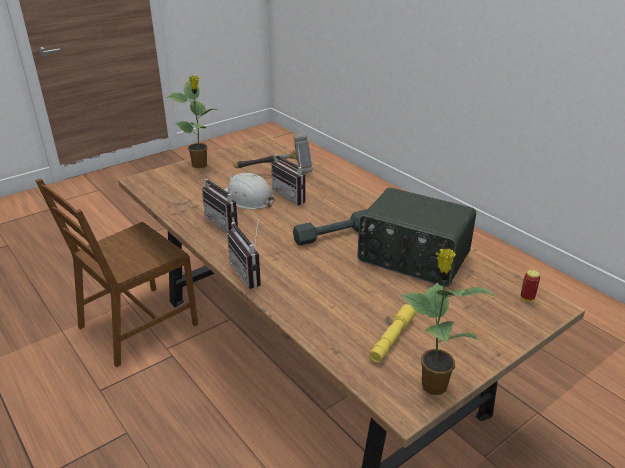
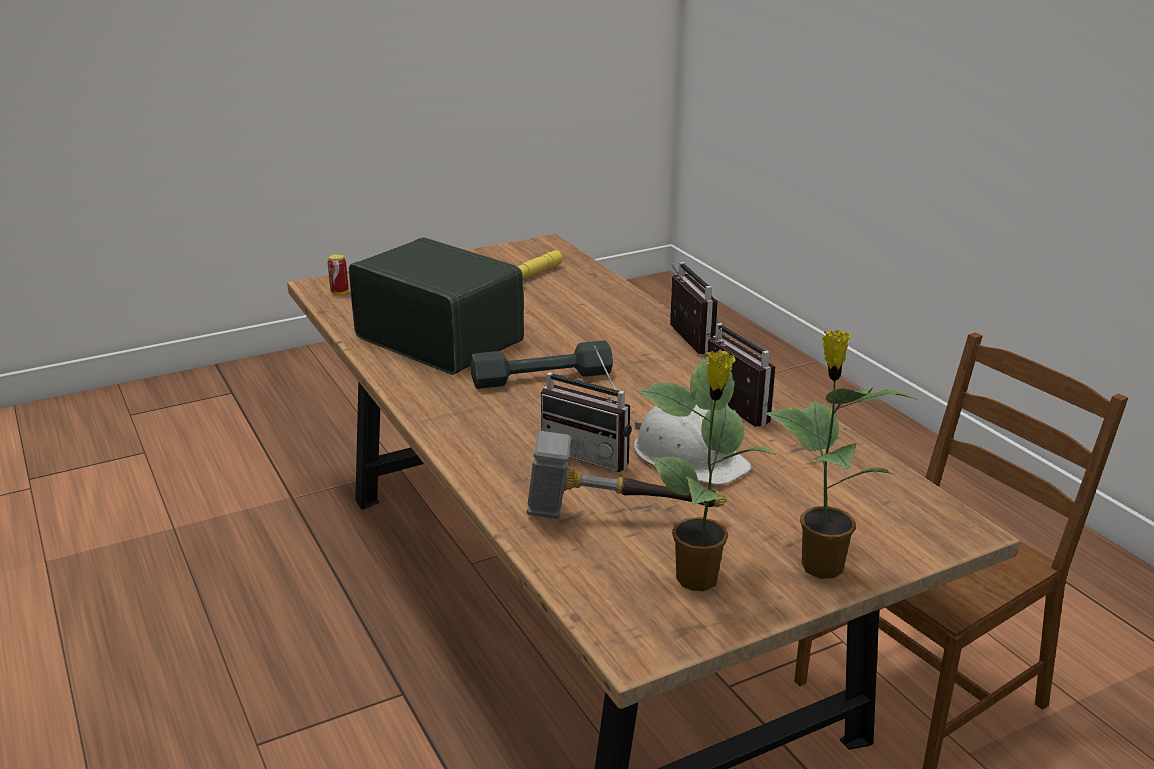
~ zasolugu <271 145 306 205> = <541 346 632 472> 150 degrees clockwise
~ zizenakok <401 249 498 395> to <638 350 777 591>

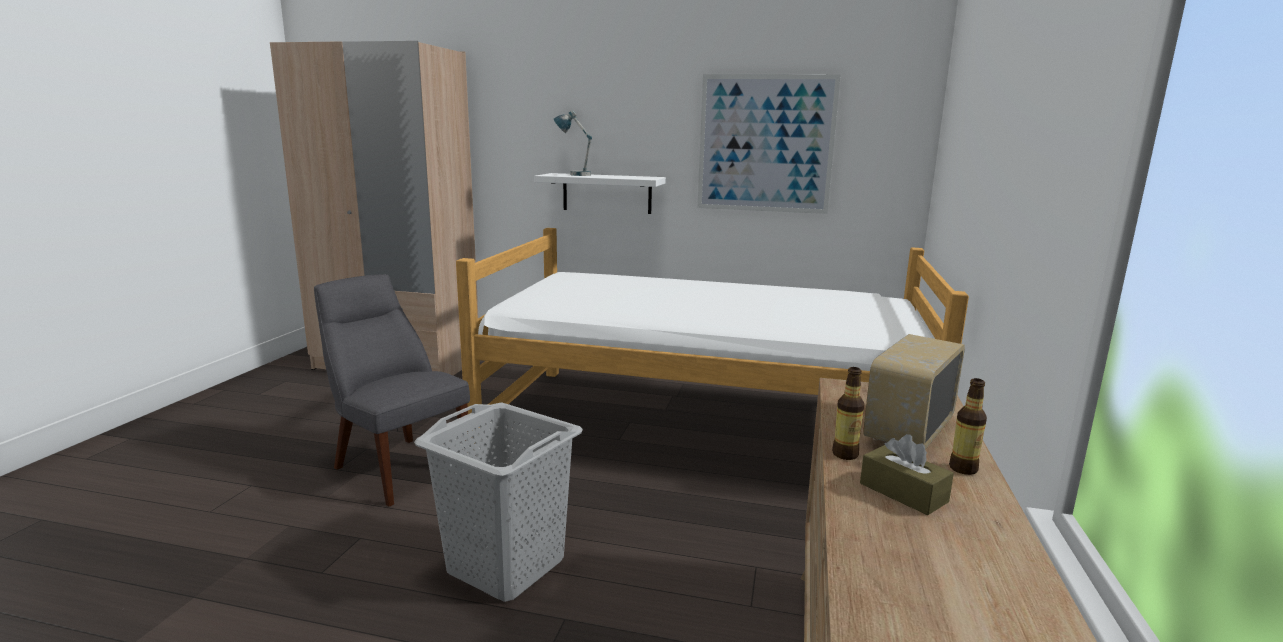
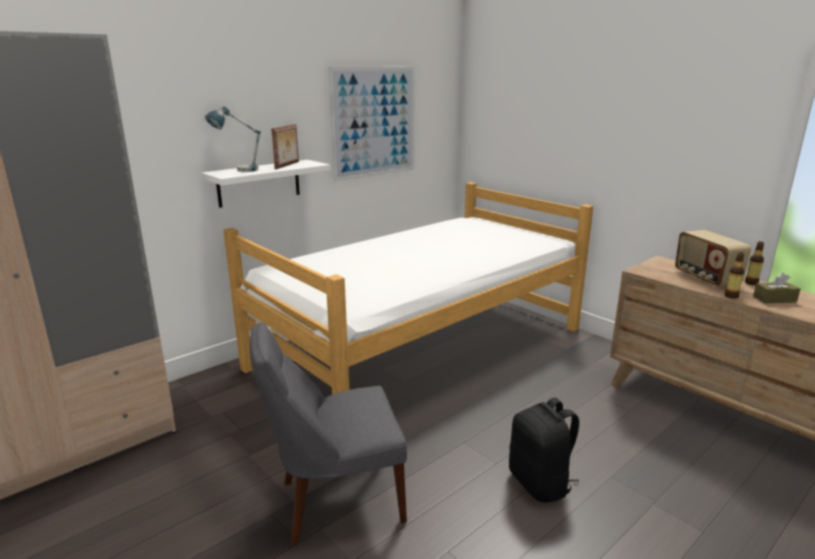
~ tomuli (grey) <414 402 583 602> to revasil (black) <509 398 579 503>
+ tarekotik <271 124 299 169>

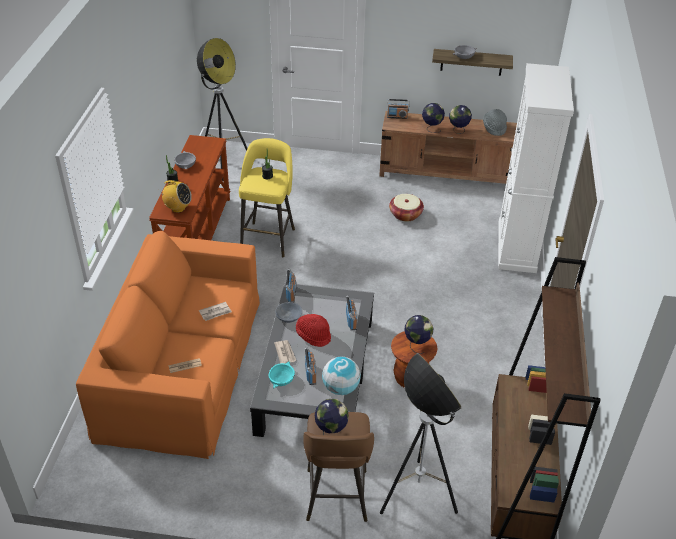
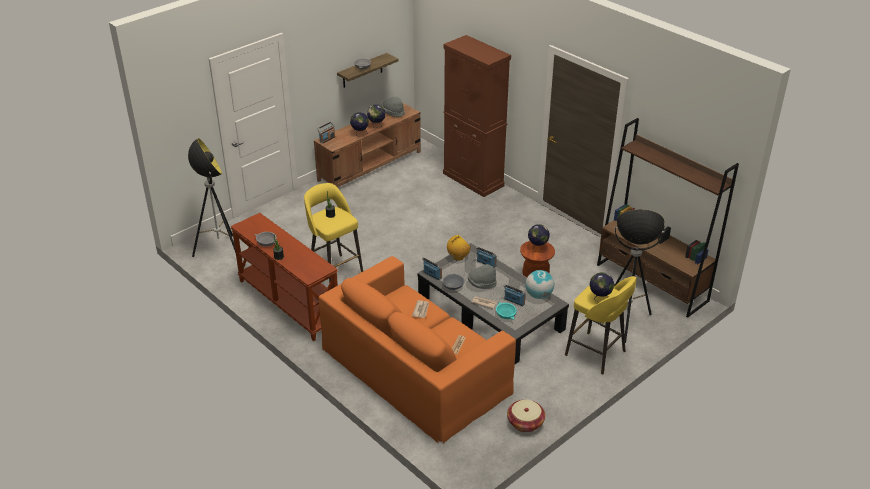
~ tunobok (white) <498 63 574 273> to tunobok (brown) <443 35 511 197>
~ zasolugu <159 180 192 213> to <447 235 471 261>
~ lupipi <389 194 424 222> to <507 400 545 432>
~ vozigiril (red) <296 314 331 347> to vozigiril (grey) <468 264 497 289>
~ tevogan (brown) <303 412 374 522> to tevogan (yellow) <565 276 636 375>

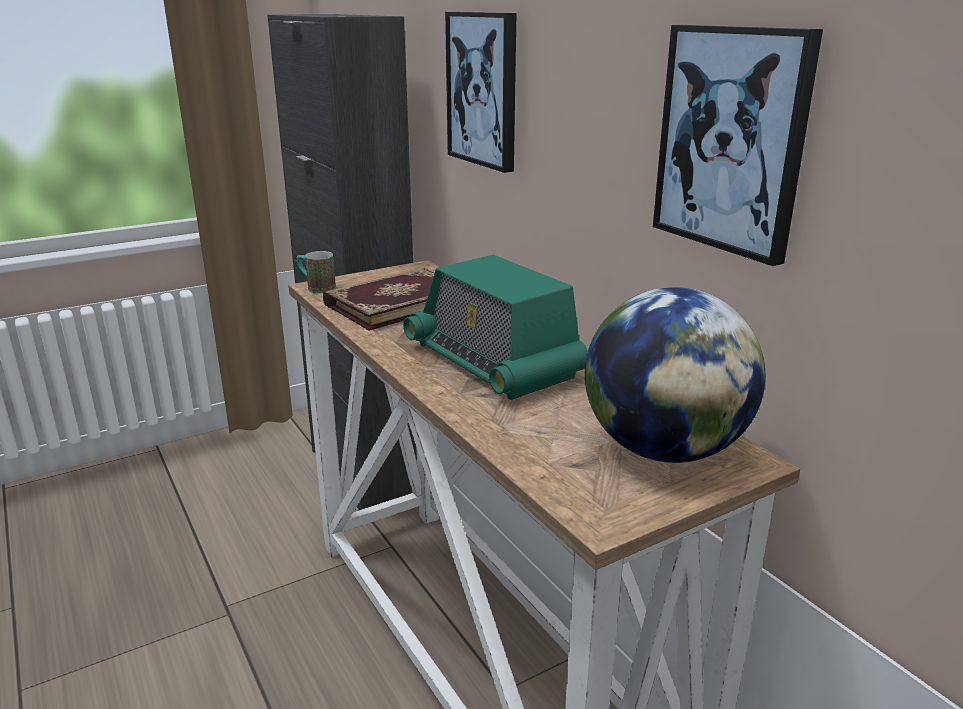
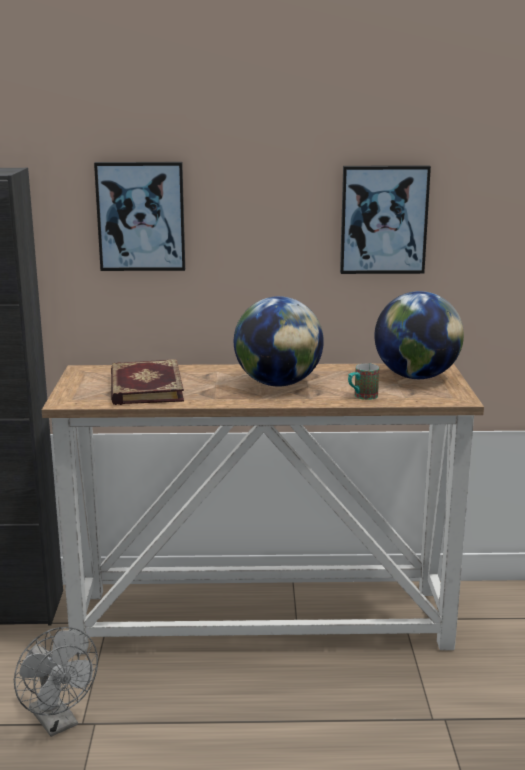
~ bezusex <297 251 336 293> to <348 363 379 400>
~ zasolugu <403 255 588 400> to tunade <234 296 324 387>
+ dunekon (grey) <14 627 98 737>

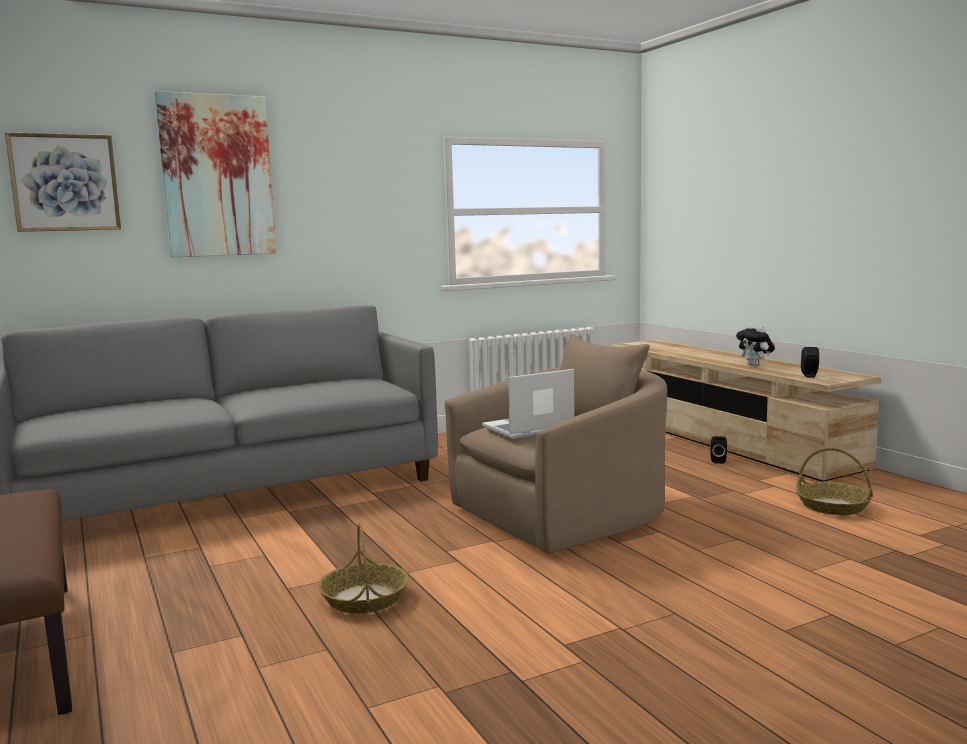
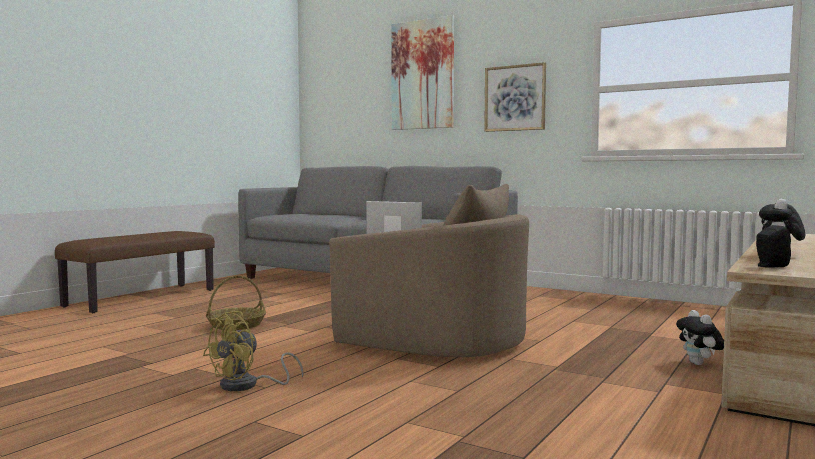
~ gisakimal <5 132 121 232> to <484 62 546 132>
~ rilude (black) <711 436 727 464> to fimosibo <676 310 724 365>
- lupipi <796 447 873 515>
+ dunekon (yellow) <203 311 304 391>

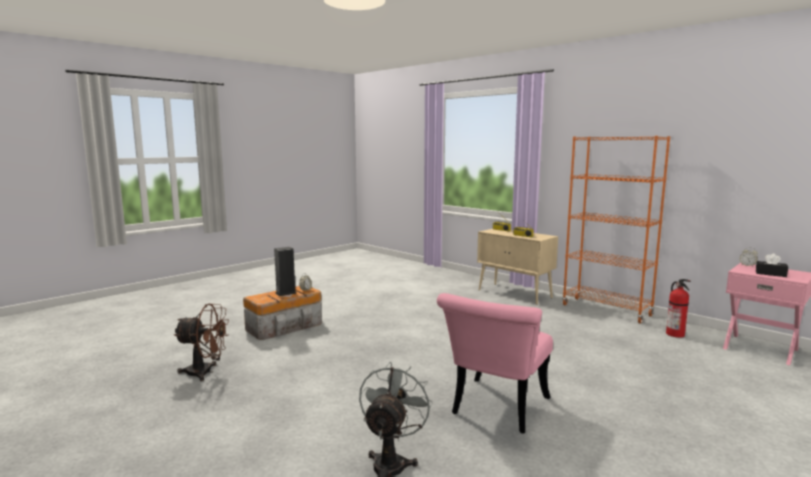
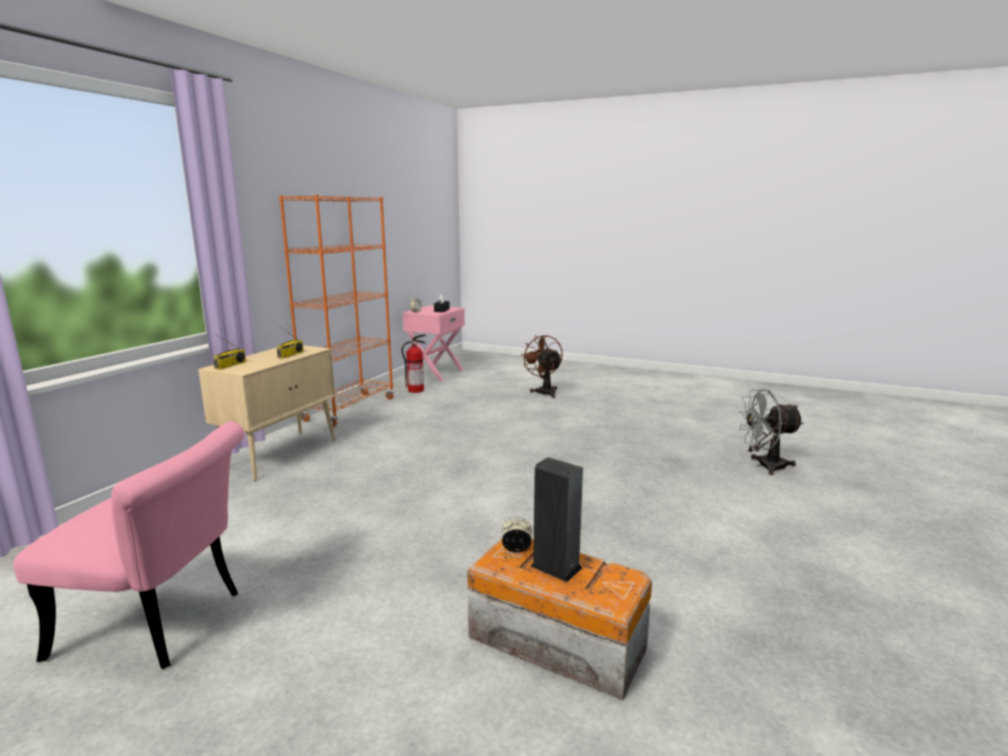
~ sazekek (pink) <437 293 553 433> to <13 422 244 669>
~ dunekon (brown) <174 304 229 381> to <521 335 563 398>

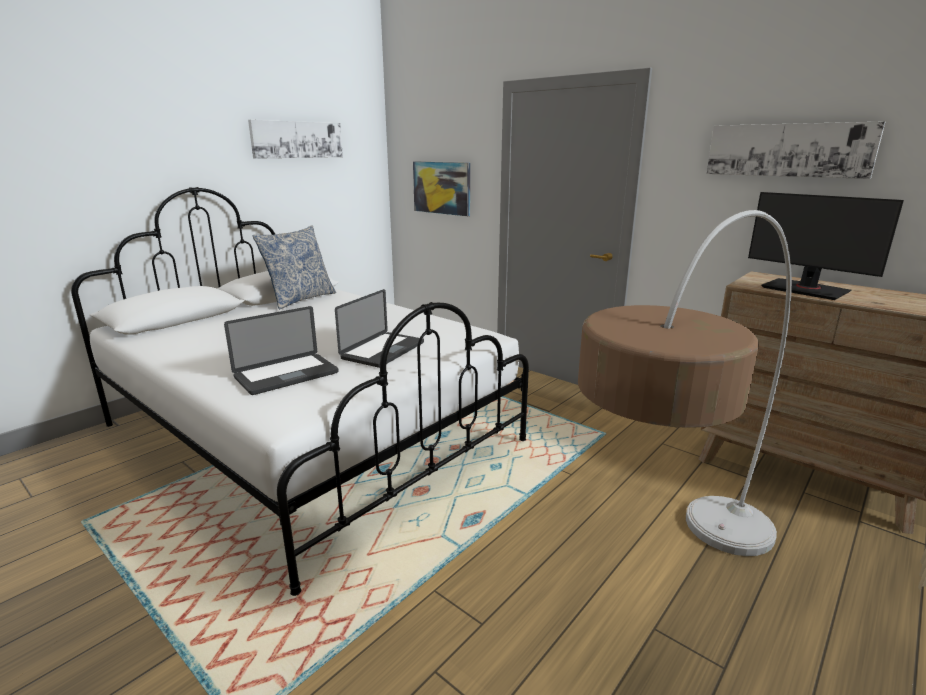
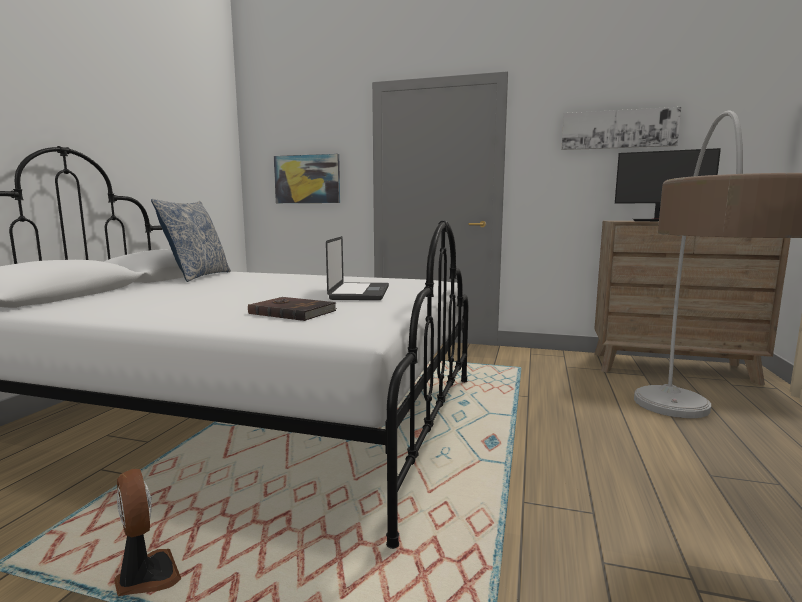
- gisakimal <248 120 343 159>
~ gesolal <224 306 339 395> to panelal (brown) <248 297 337 321>
+ dunekon <114 469 181 596>

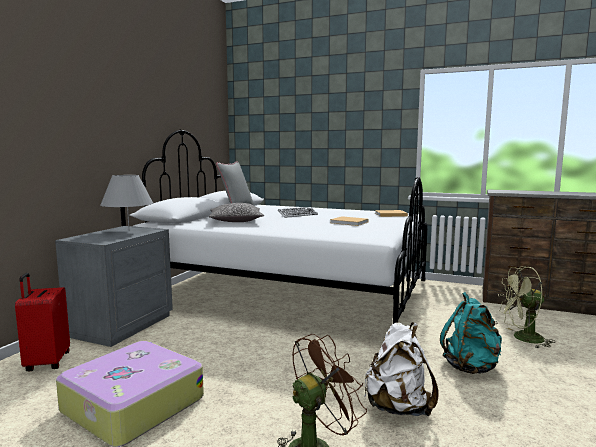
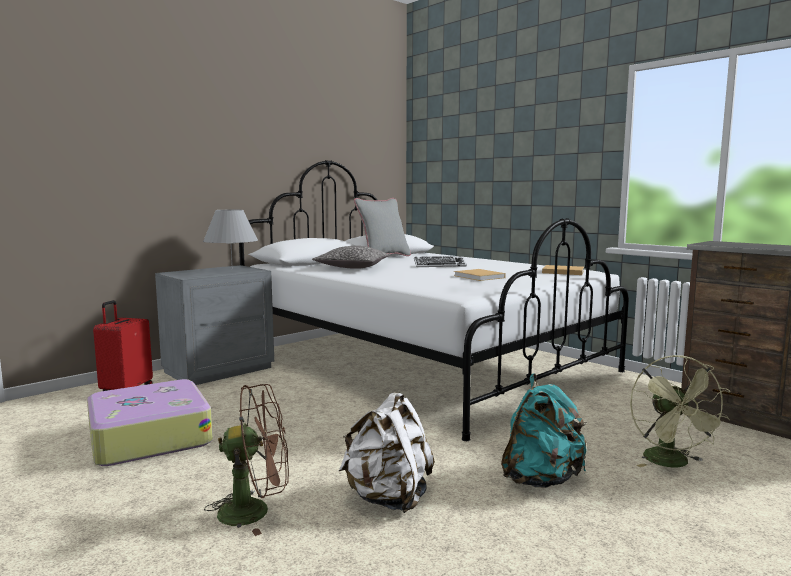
~ dunekon (green) <498 266 555 348> = <630 355 731 467> 120 degrees counterclockwise

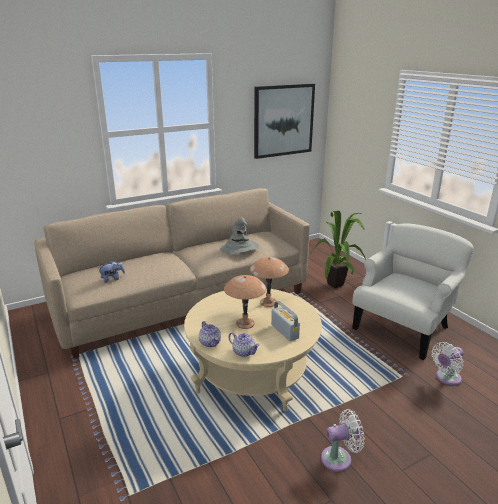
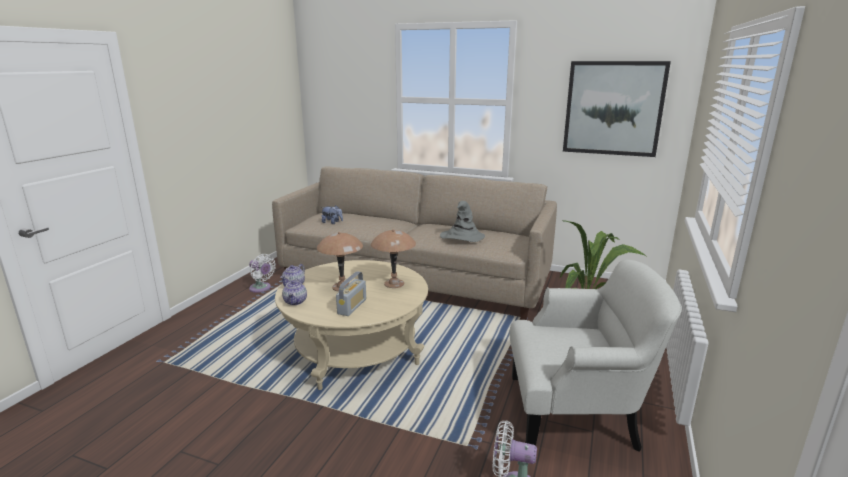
~ dunekon (white) <321 409 364 472> to <249 254 276 293>

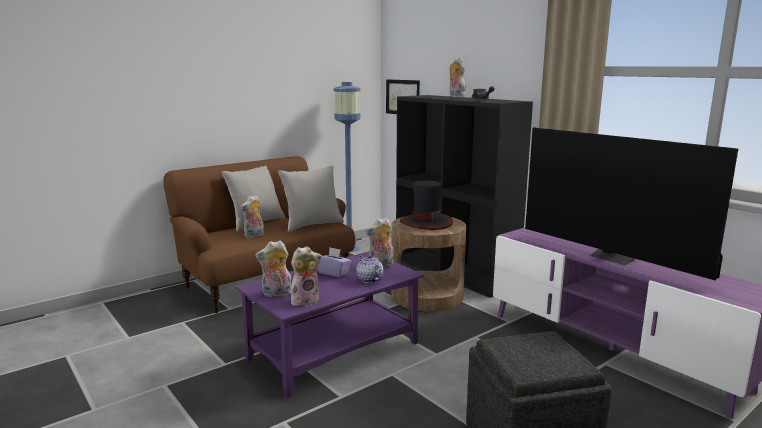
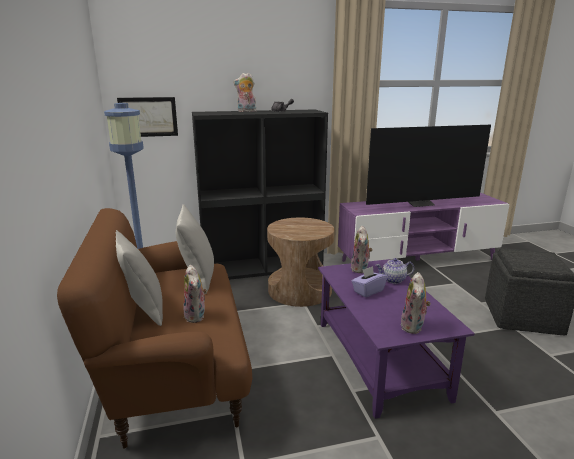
- vozigiril <400 181 453 230>
- fimosibo <291 246 322 306>

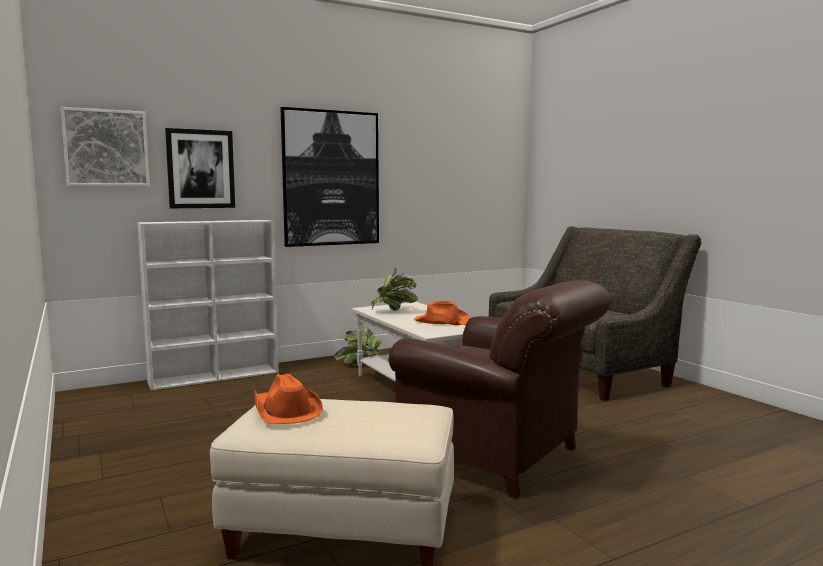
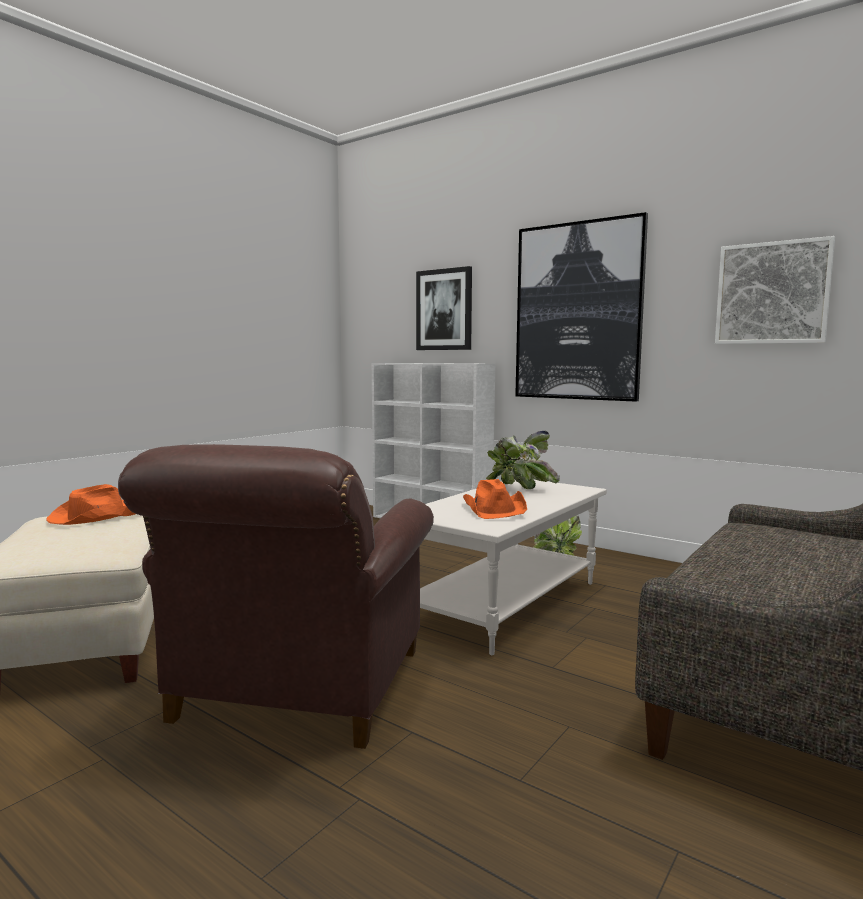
~ gisakimal <61 107 150 187> to <715 236 835 344>

